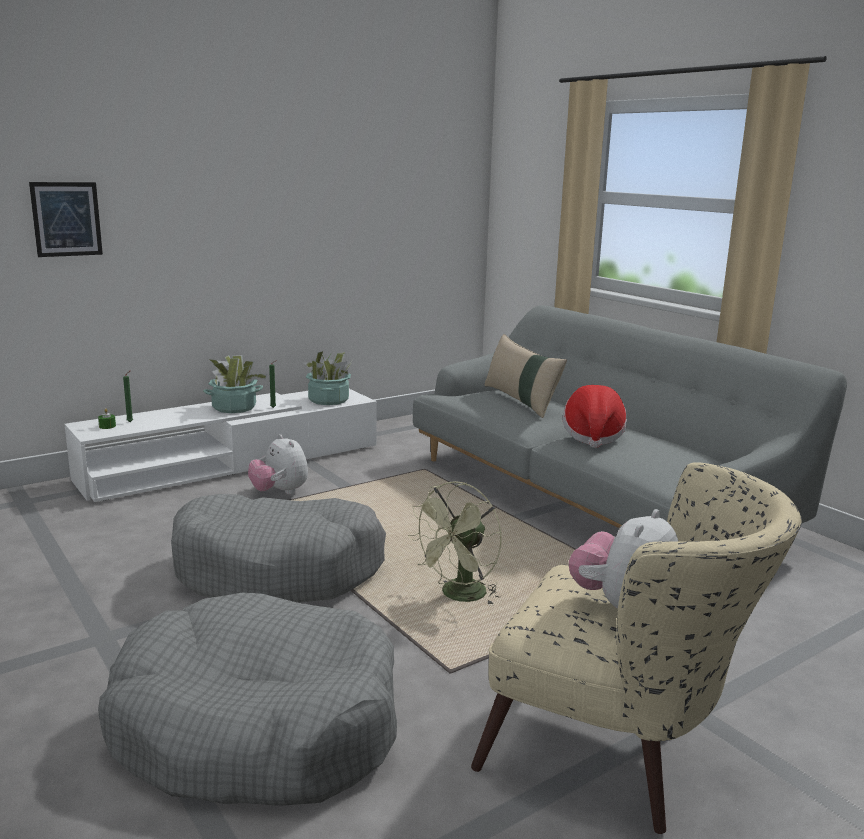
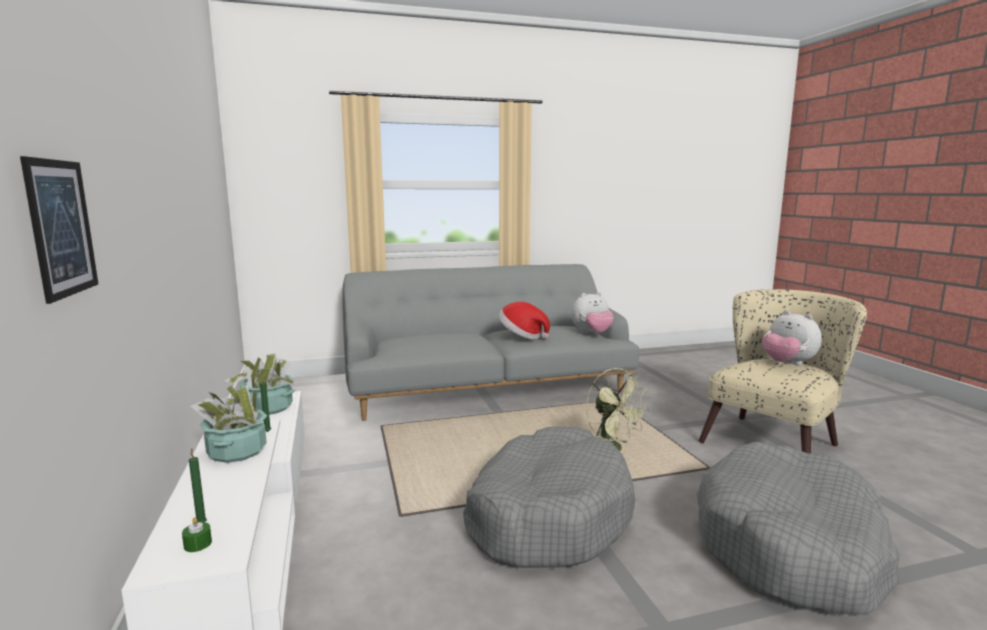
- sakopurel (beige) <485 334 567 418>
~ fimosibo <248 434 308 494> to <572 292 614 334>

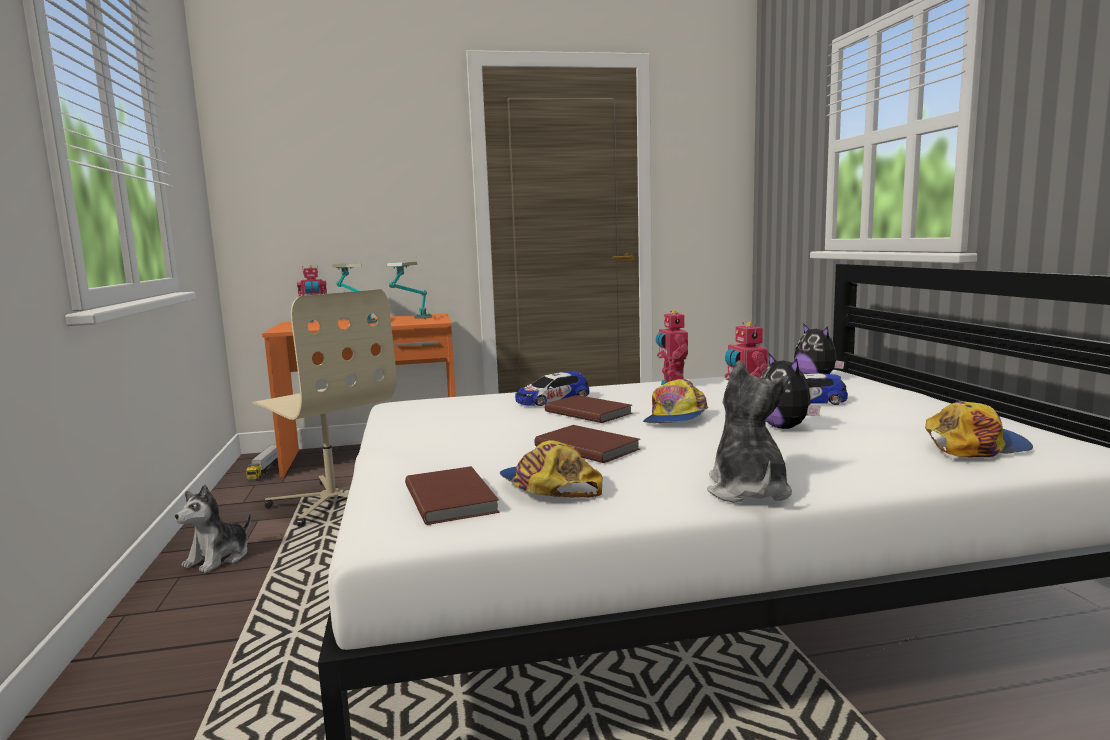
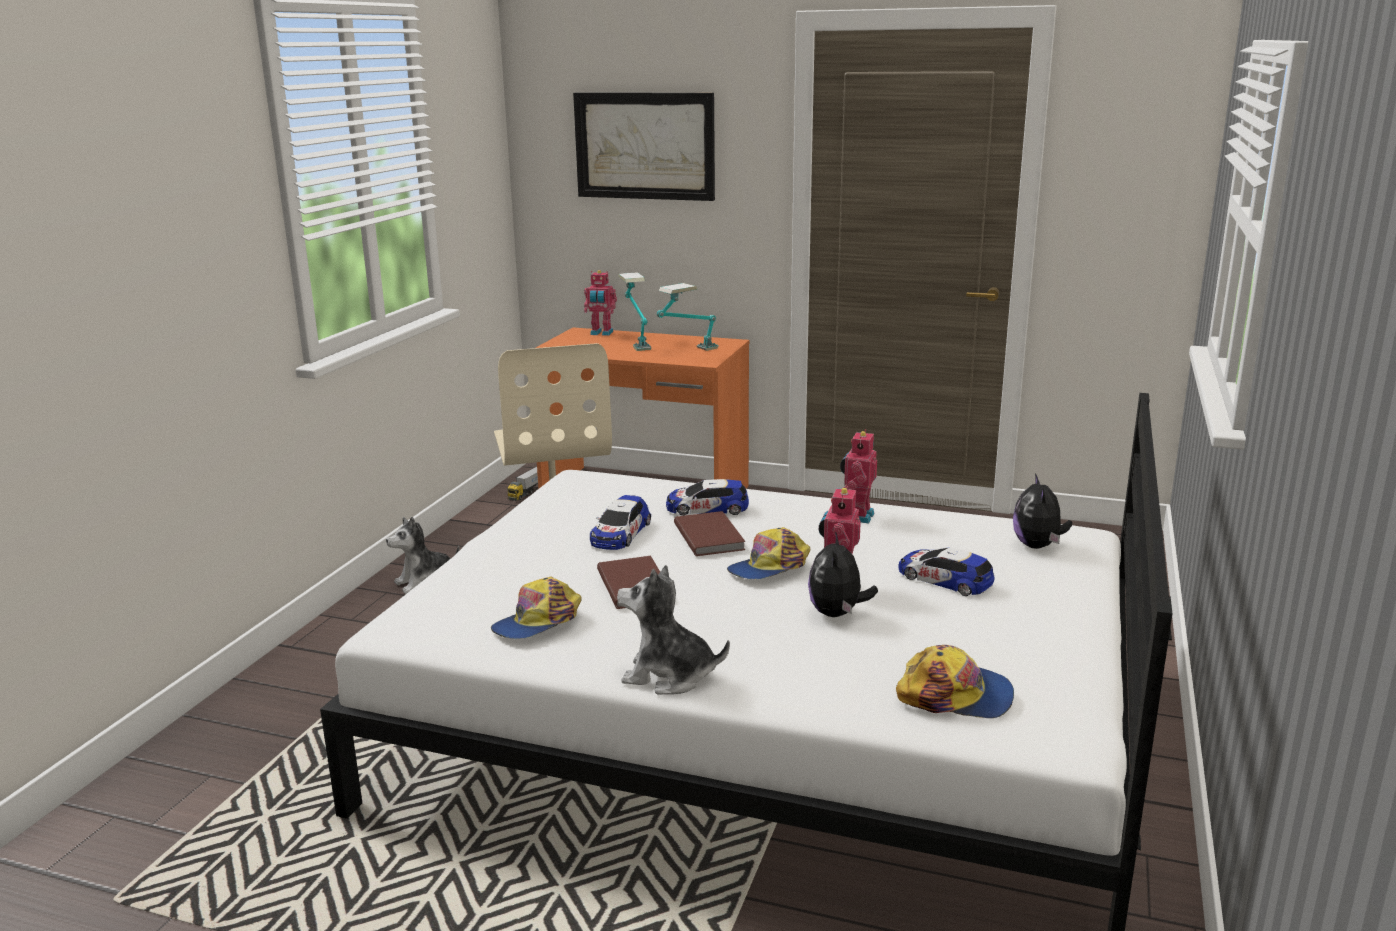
~ fimosibo <707 361 792 503> = <617 565 730 695> 105 degrees counterclockwise
~ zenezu <499 440 603 498> = <491 577 582 639> 135 degrees counterclockwise
- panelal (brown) <405 466 500 525>
+ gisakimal <573 93 715 201>
+ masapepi <590 495 651 550>

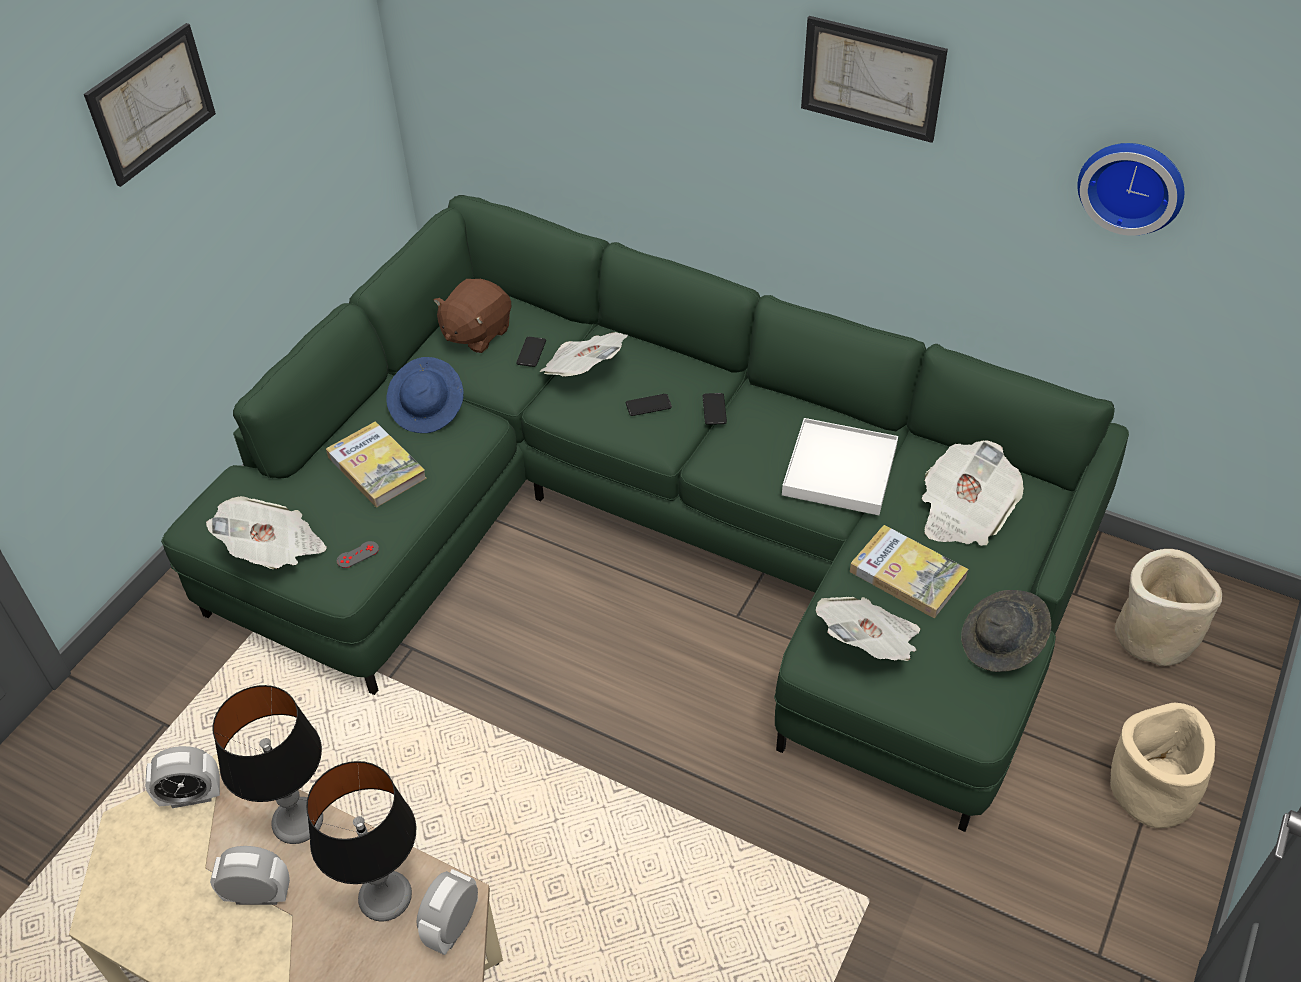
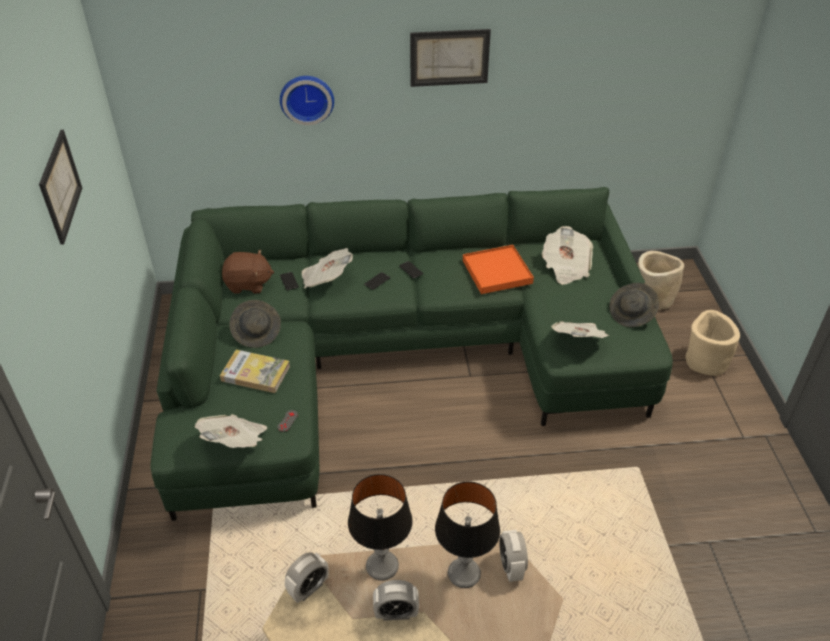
~ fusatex <1077 143 1184 236> to <280 76 334 125>
~ fimosibo (brown) <434 279 511 353> = <222 249 274 294> 90 degrees counterclockwise
~ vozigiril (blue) <387 357 464 433> to vozigiril (grey) <229 300 281 348>
~ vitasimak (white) <782 418 898 515> to vitasimak (orange) <463 245 534 294>
- panelal <850 525 969 618>
~ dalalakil <210 846 290 905> = <373 580 419 621> 150 degrees counterclockwise

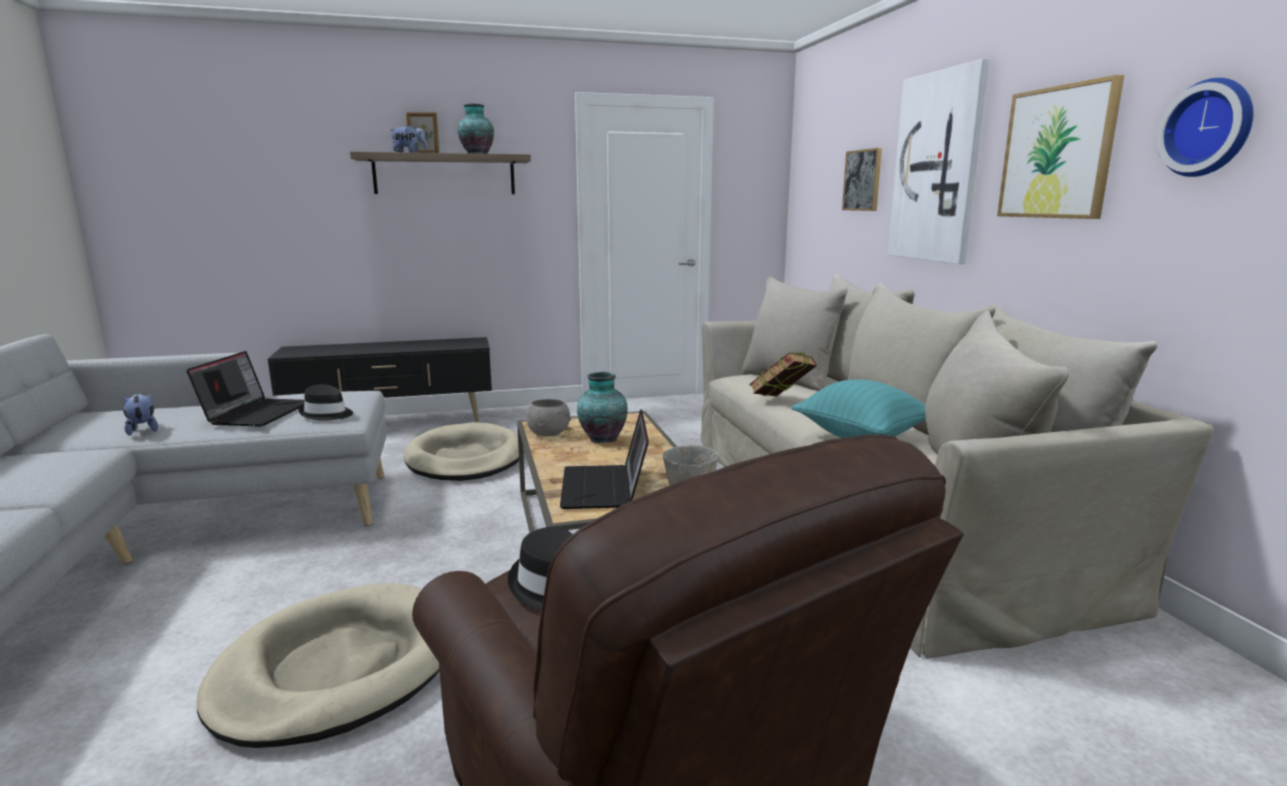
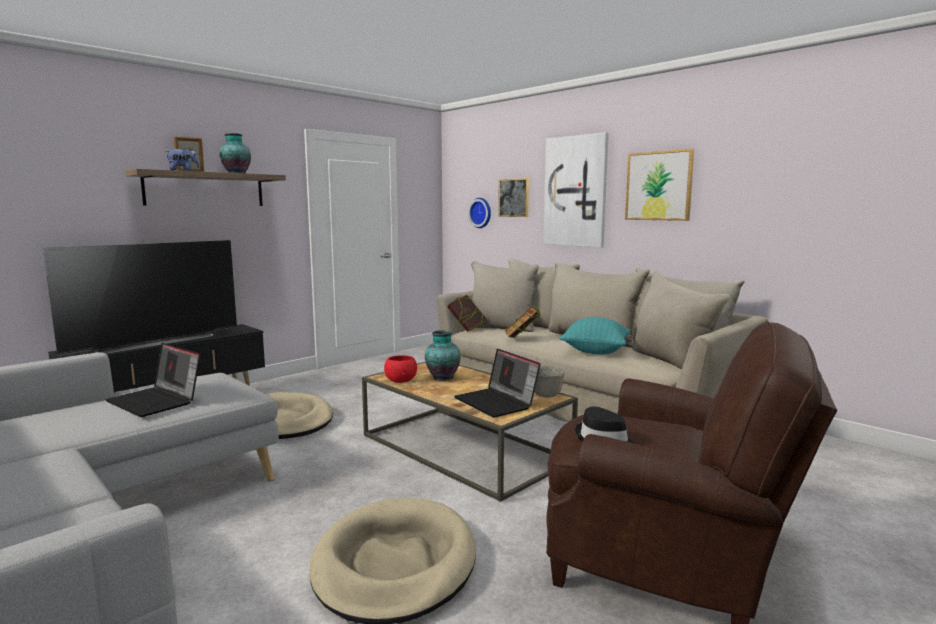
~ fusatex <1156 78 1254 177> to <468 198 491 228>
~ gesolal <186 351 304 427> = <105 343 201 417> 150 degrees clockwise
- vozigiril (black) <298 384 353 421>
- fimosibo <123 392 158 435>
~ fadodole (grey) <526 399 571 436> to fadodole (red) <384 355 417 383>
+ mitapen <43 240 237 356>
+ panelal <447 295 487 332>

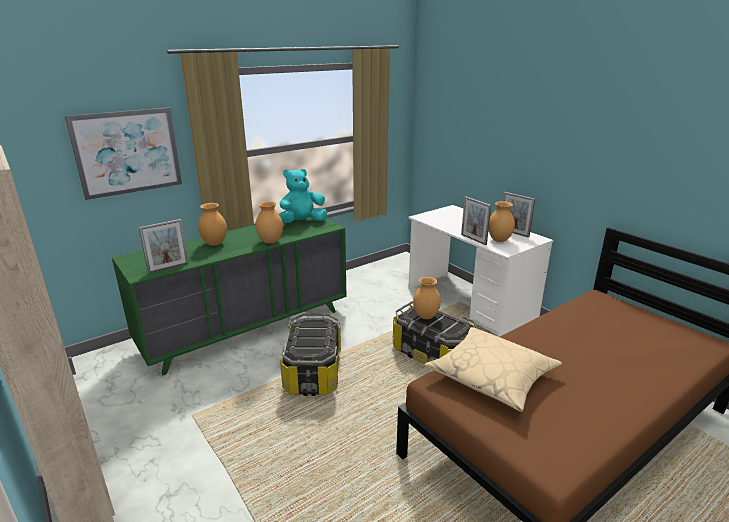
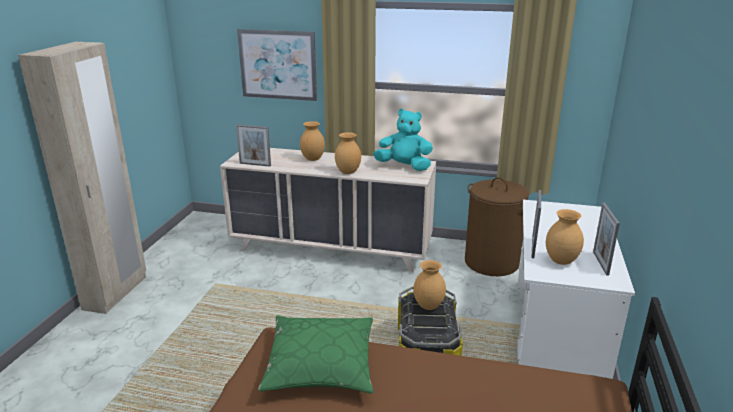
~ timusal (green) <112 217 346 375> to timusal (beige) <220 148 436 272>
- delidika <280 314 341 396>
~ sakopurel (beige) <424 327 562 412> to sakopurel (green) <258 315 374 393>
+ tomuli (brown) <465 177 529 276>

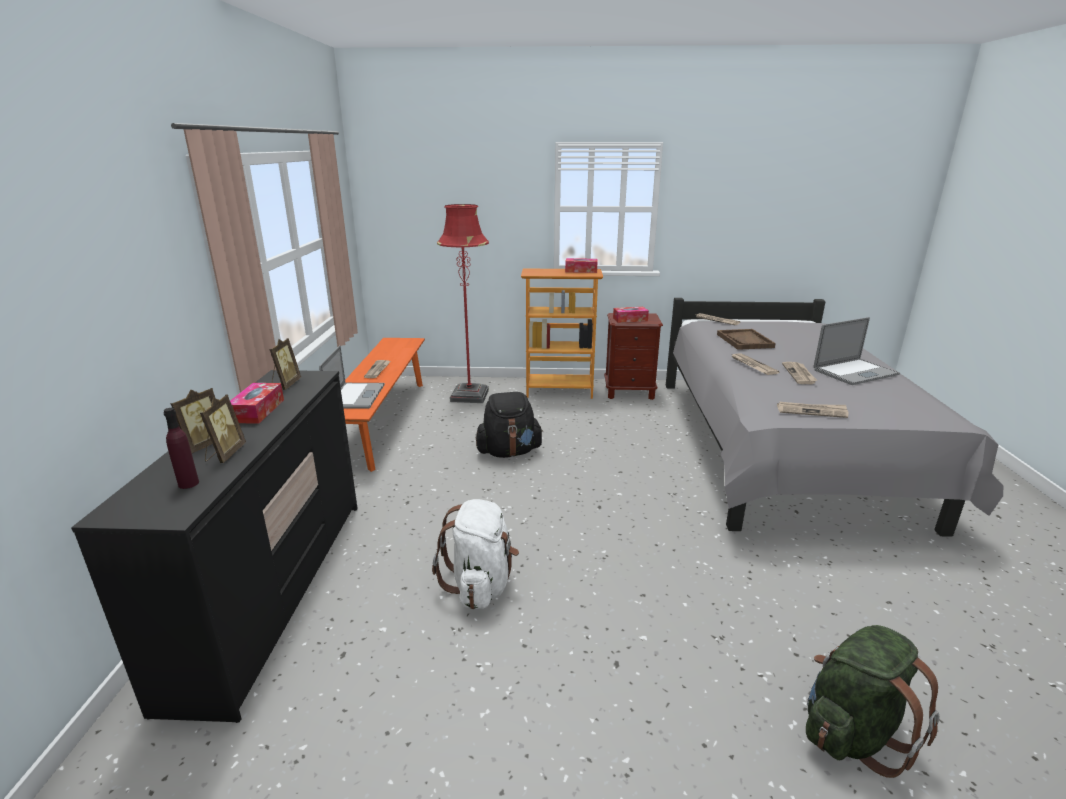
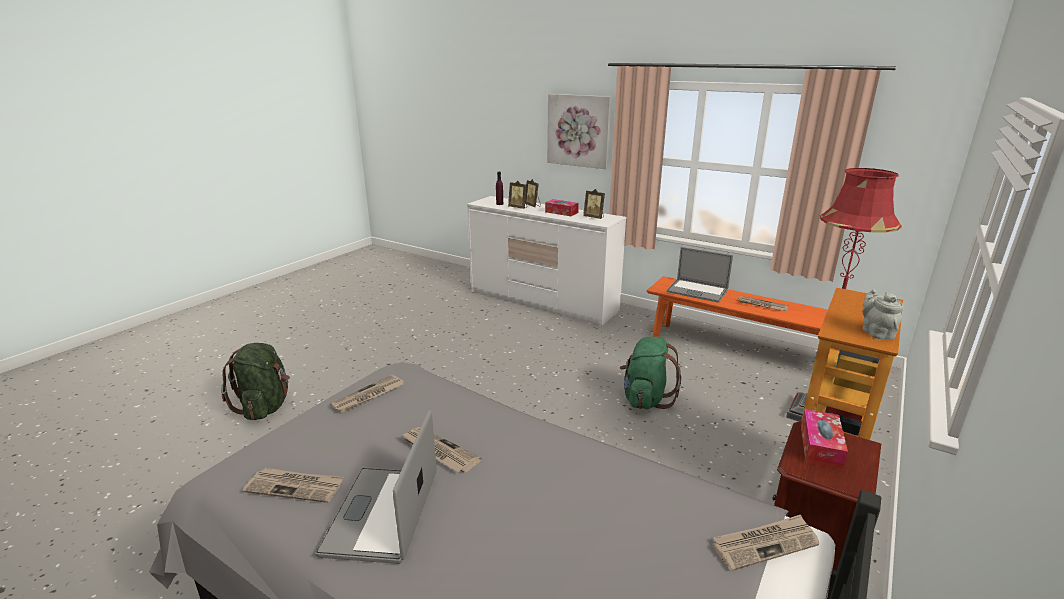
~ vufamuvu <565 258 598 273> to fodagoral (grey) <862 289 904 339>
- vitasimak (brown) <717 329 776 350>
~ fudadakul <732 353 779 375> to <242 468 344 503>
~ timusal (black) <71 370 358 723> to timusal (white) <467 196 626 326>
~ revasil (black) <475 392 543 458> to revasil (green) <620 336 681 410>
- revasil (white) <432 499 519 609>
+ gisakimal <547 94 611 169>

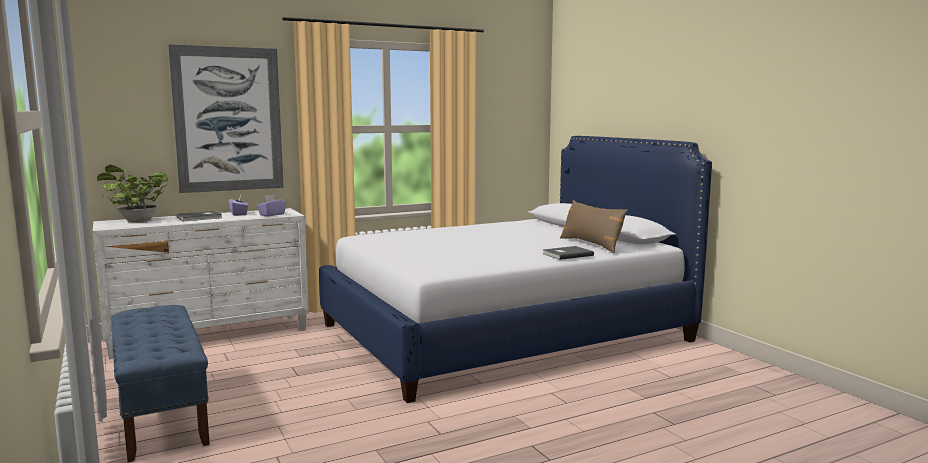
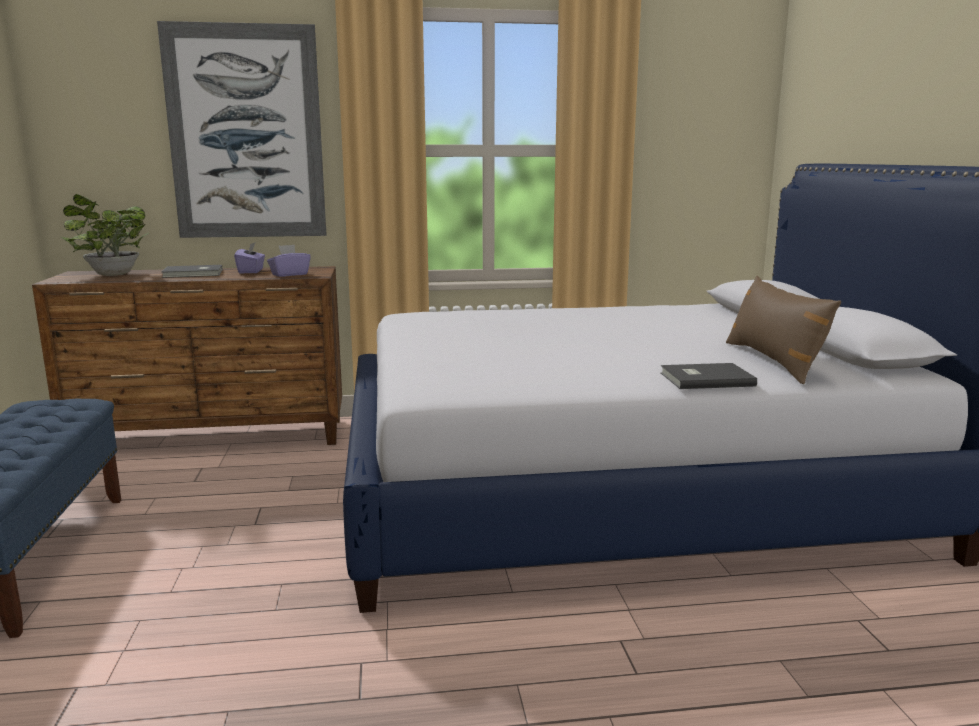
~ timusal (white) <93 208 309 359> to timusal (brown) <32 266 342 445>

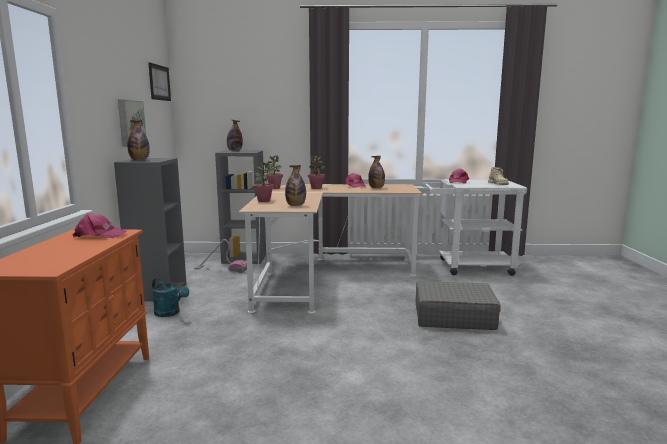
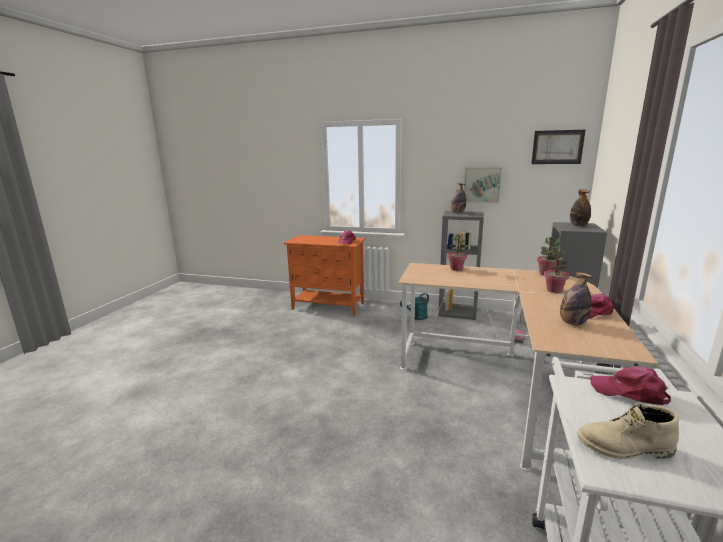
- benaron <285 165 306 206>
- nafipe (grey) <416 281 501 330>

